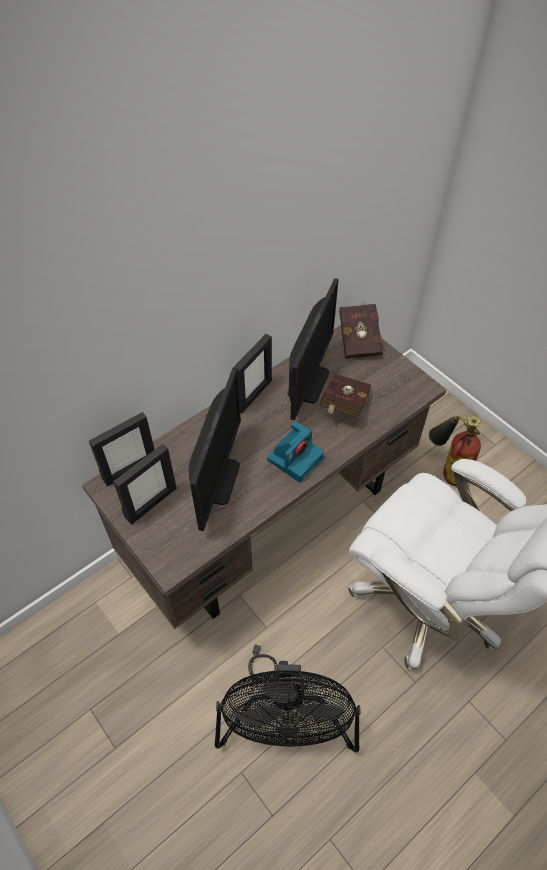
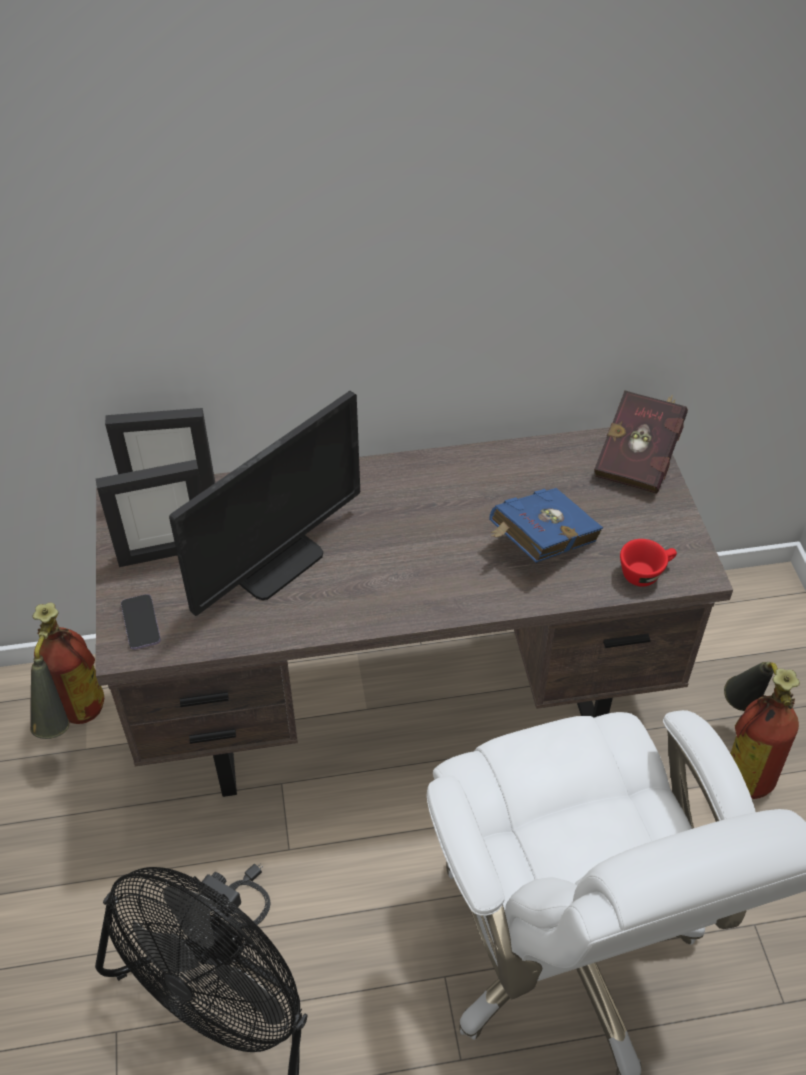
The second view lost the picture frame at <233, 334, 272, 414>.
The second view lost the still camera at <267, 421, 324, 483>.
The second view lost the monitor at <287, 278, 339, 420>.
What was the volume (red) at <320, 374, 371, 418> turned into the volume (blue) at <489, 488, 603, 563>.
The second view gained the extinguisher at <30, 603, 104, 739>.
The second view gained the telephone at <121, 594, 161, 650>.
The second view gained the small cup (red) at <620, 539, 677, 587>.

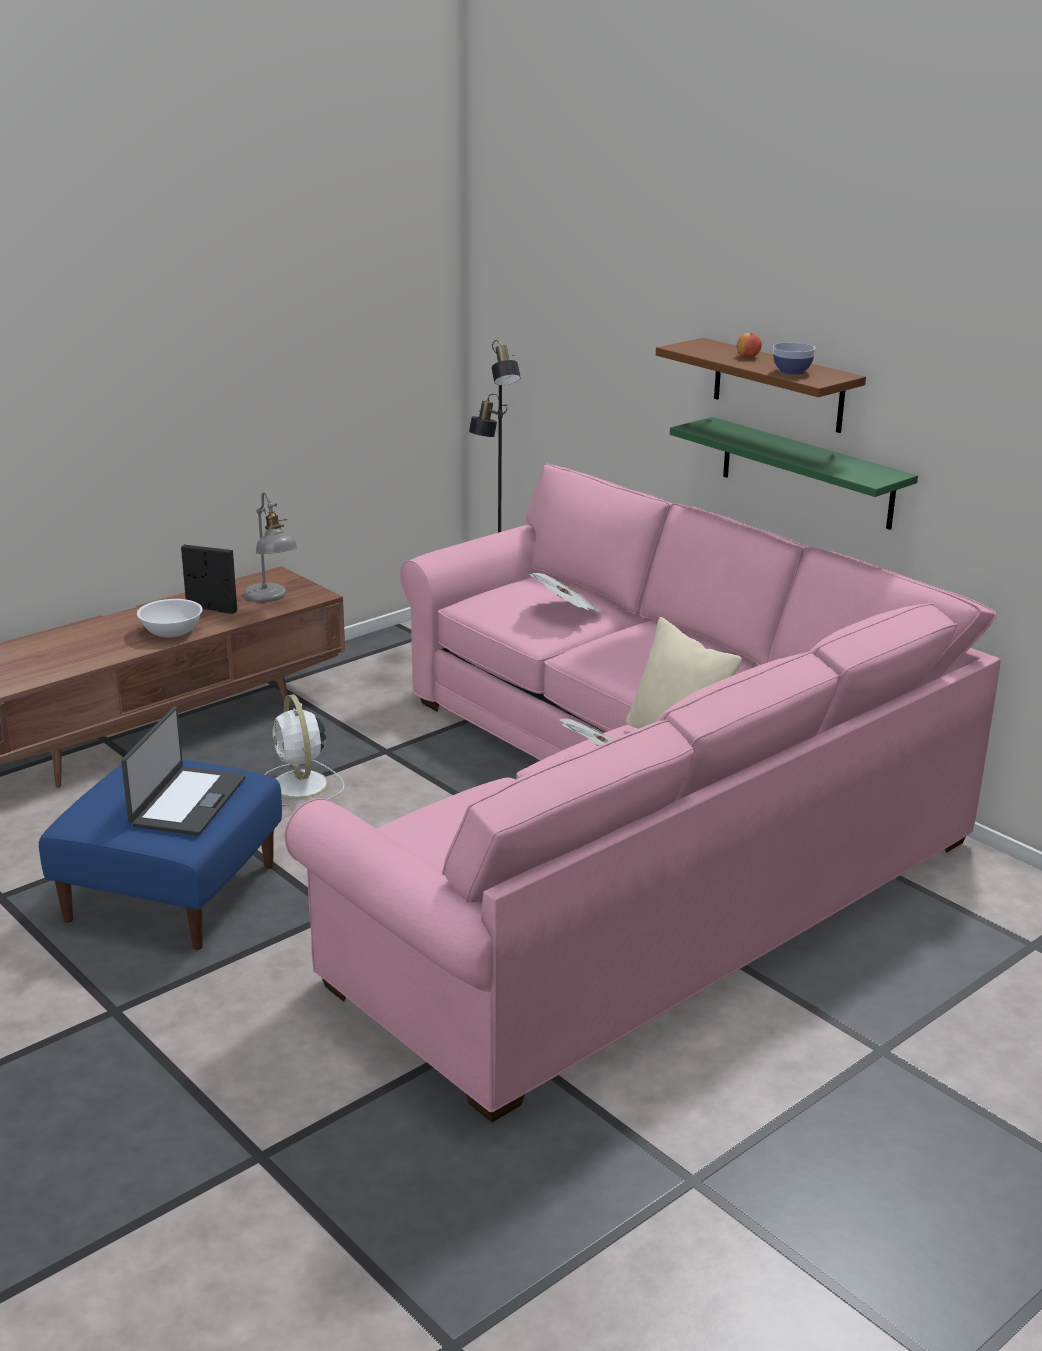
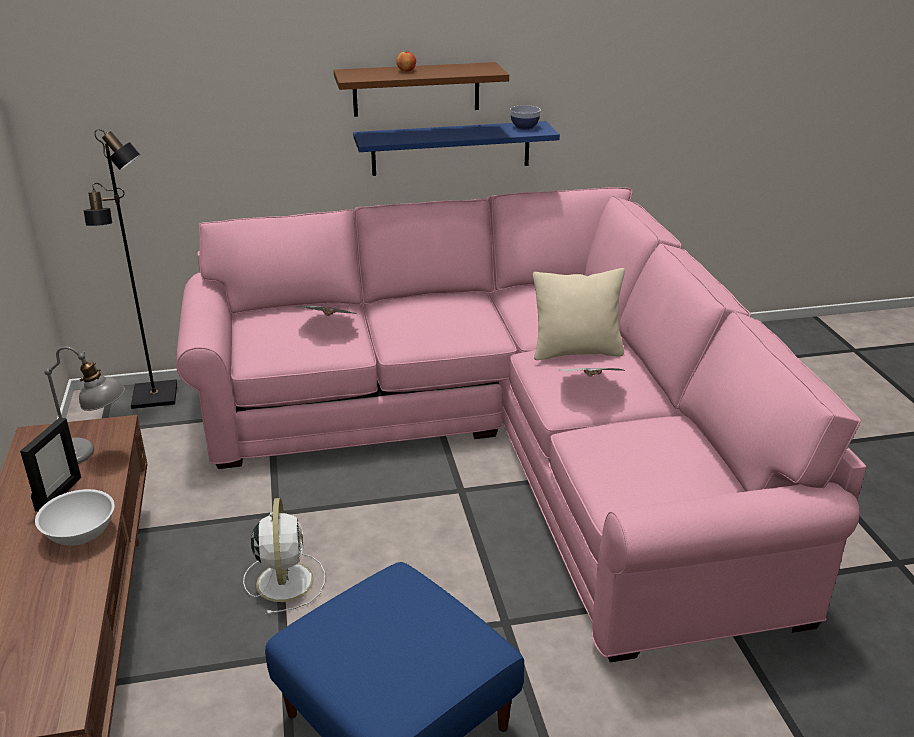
The second view lost the notebook computer at <121, 706, 246, 835>.
The picture frame at <181, 545, 237, 614> ended up facing another way, 150 degrees clockwise from before.
The electric fan (white-coloured) at <264, 694, 344, 806> ended up facing another way, 105 degrees counterclockwise from before.
What was the bracket shelf (green) at <670, 417, 918, 530> turned into the bracket shelf (blue) at <353, 121, 560, 176>.
The serving bowl ended up elsewhere, having gone from <773, 342, 815, 375> to <510, 105, 541, 130>.

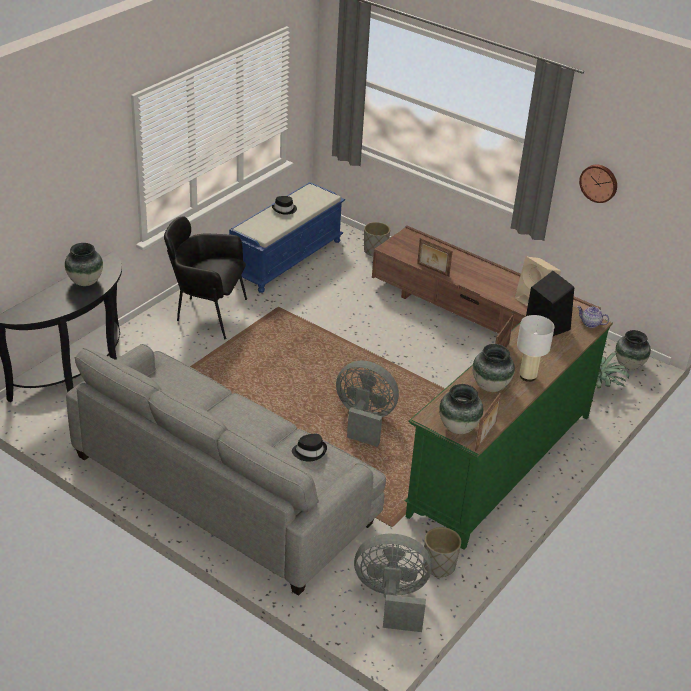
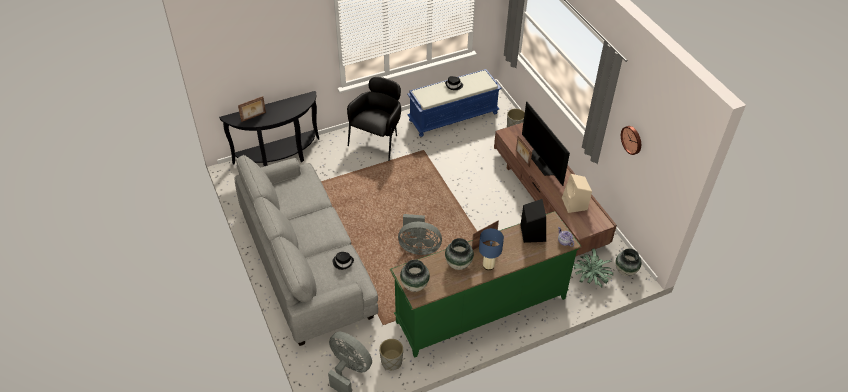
The second view lost the decorative vase at <65, 243, 103, 286>.
The lounge chair (blackish) at <164, 217, 247, 340> ended up facing another way, 75 degrees clockwise from before.
The electric fan (grey) at <336, 361, 399, 447> ended up facing another way, 135 degrees clockwise from before.
The picture frame ended up elsewhere, having gone from <475, 393, 501, 451> to <238, 96, 266, 122>.
What was the tabletop lamp (white-coloured) at <517, 315, 554, 382> turned into the tabletop lamp (blue) at <479, 228, 504, 270>.
The second view gained the TV set at <522, 101, 570, 186>.

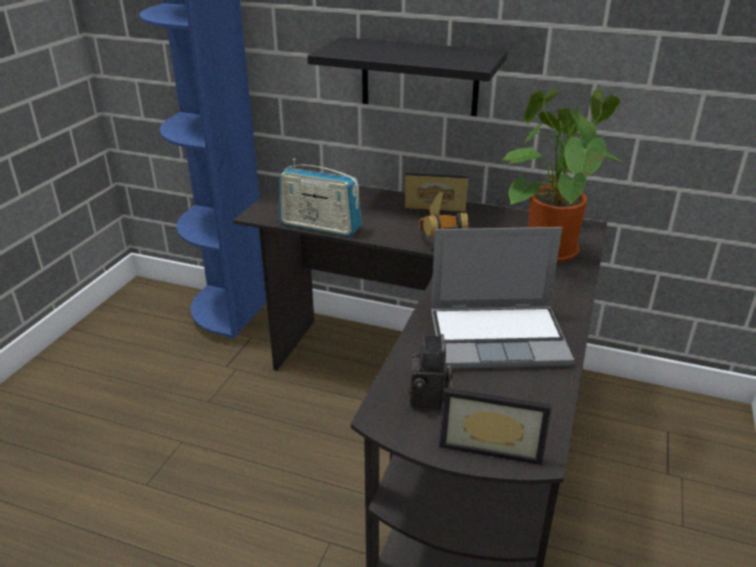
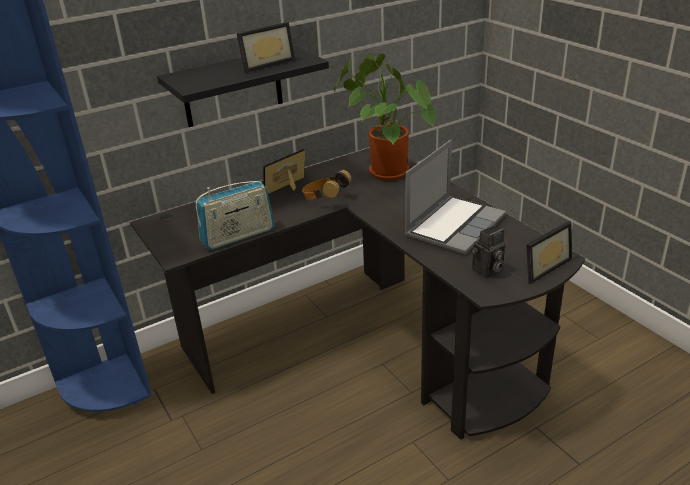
The still camera at <409, 334, 453, 410> ended up facing another way, 105 degrees clockwise from before.
The second view gained the picture frame at <237, 22, 295, 73>.

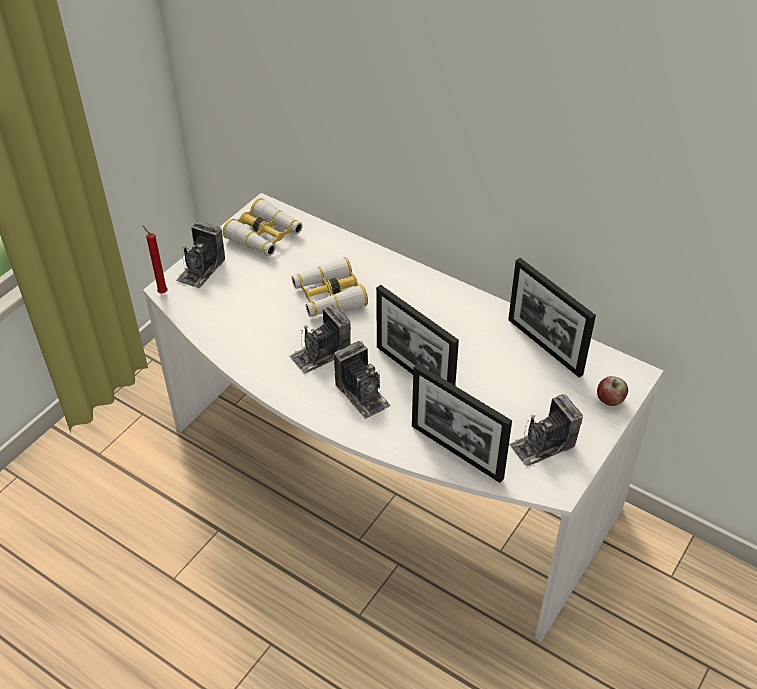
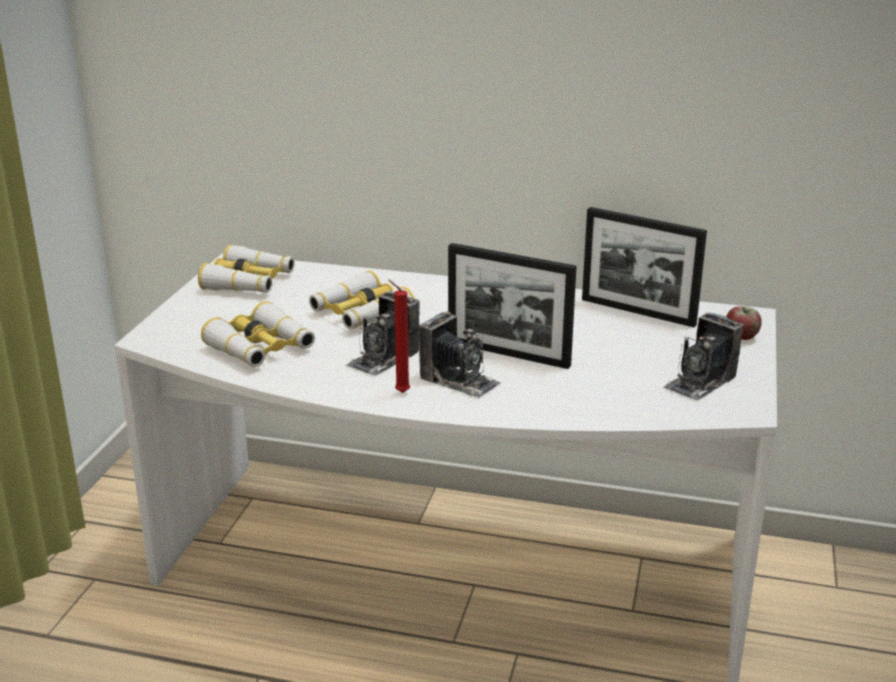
The candle (red) ended up elsewhere, having gone from <142, 225, 168, 293> to <388, 279, 410, 393>.
The second view lost the still camera at <176, 221, 225, 288>.
The second view lost the picture frame at <412, 364, 512, 483>.
The second view gained the field glasses at <201, 301, 315, 367>.

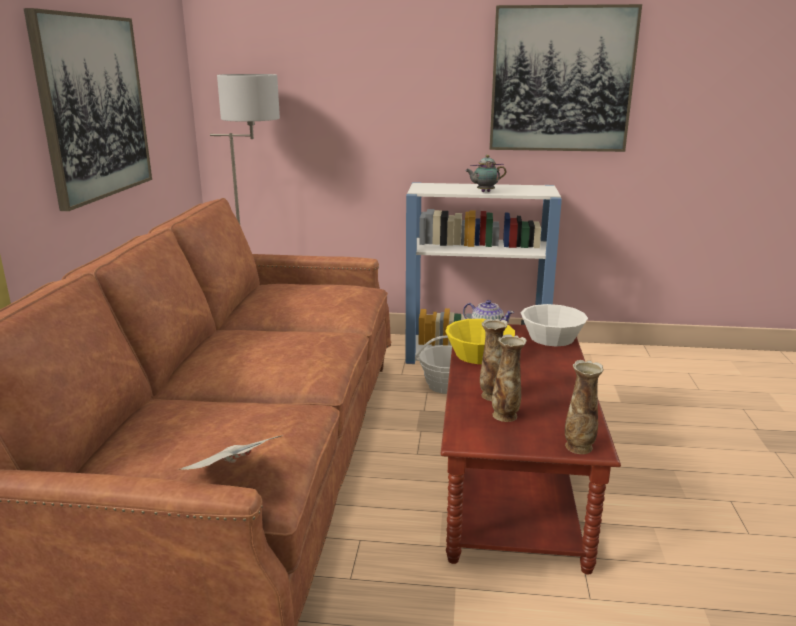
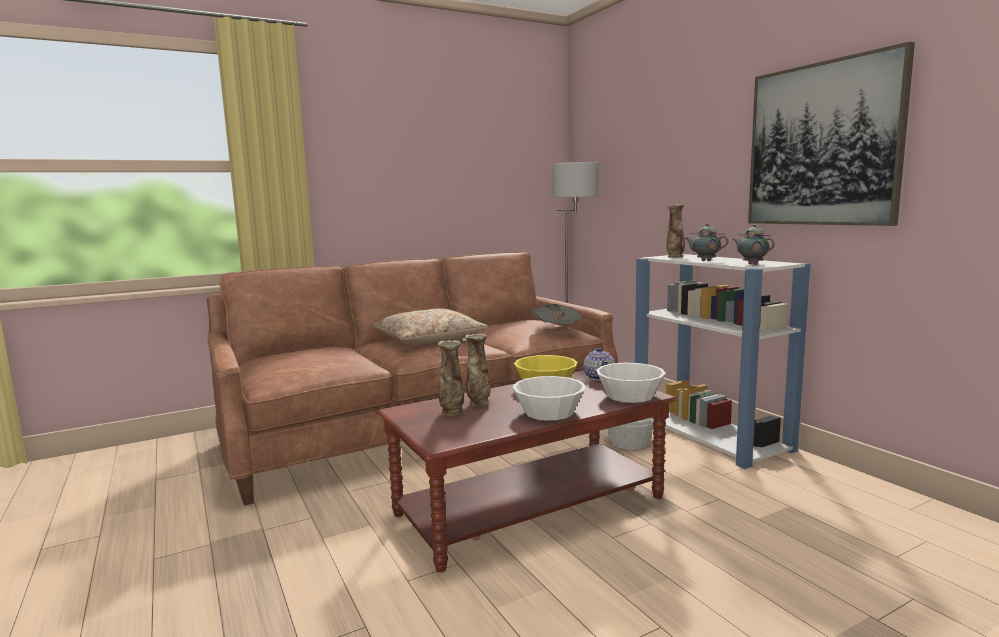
The second view lost the wall art at <24, 8, 152, 211>.
The daily paper ended up elsewhere, having gone from <179, 435, 283, 470> to <531, 304, 582, 325>.
The decorative vase ended up elsewhere, having gone from <565, 360, 604, 454> to <666, 204, 685, 258>.
The second view gained the cushion (sand-coloured) at <371, 308, 488, 345>.
The second view gained the serving bowl (white-coloured) at <512, 376, 586, 420>.
The second view gained the pot for tea at <733, 224, 775, 265>.

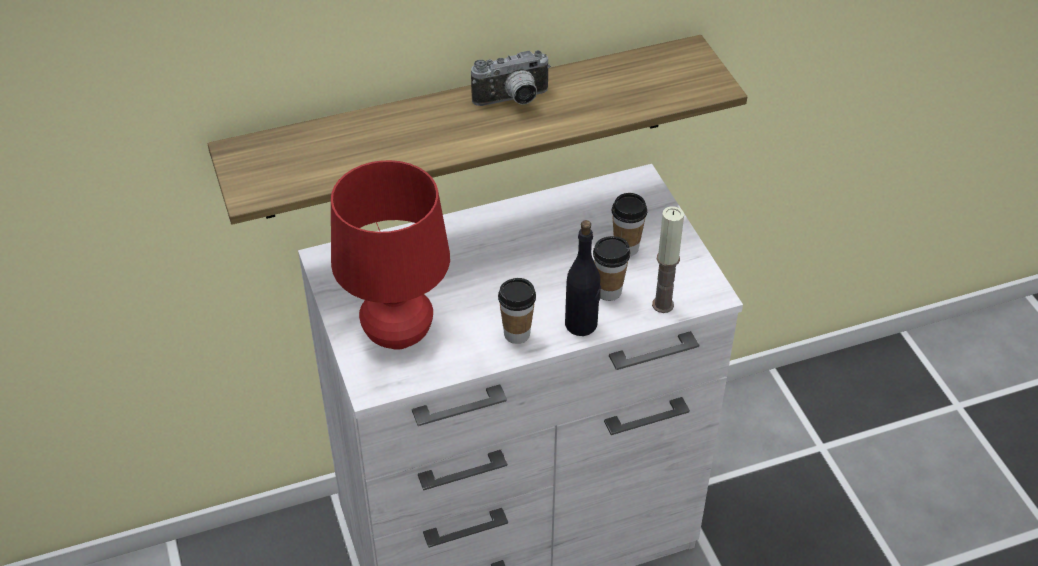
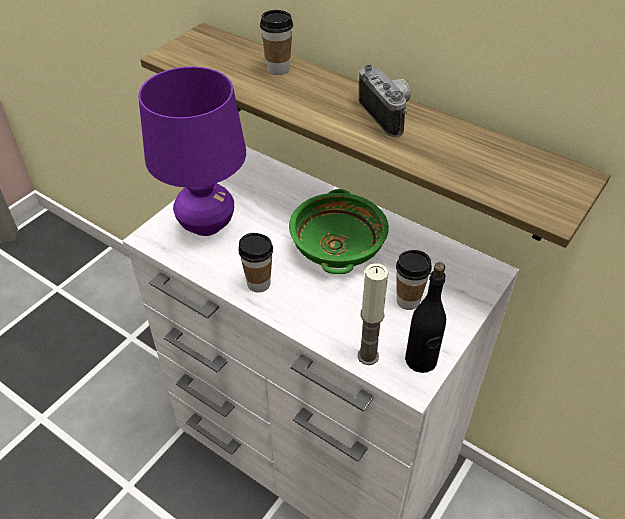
What was the tabletop lamp (red) at <331, 160, 450, 350> turned into the tabletop lamp (purplish) at <138, 66, 246, 236>.
The still camera at <471, 50, 551, 106> ended up facing another way, 150 degrees counterclockwise from before.
The bottle (blackish) ended up elsewhere, having gone from <565, 220, 601, 336> to <405, 262, 446, 373>.
The small cup ended up elsewhere, having gone from <593, 236, 630, 301> to <260, 10, 293, 75>.
The second view gained the serving bowl (green) at <289, 189, 389, 274>.

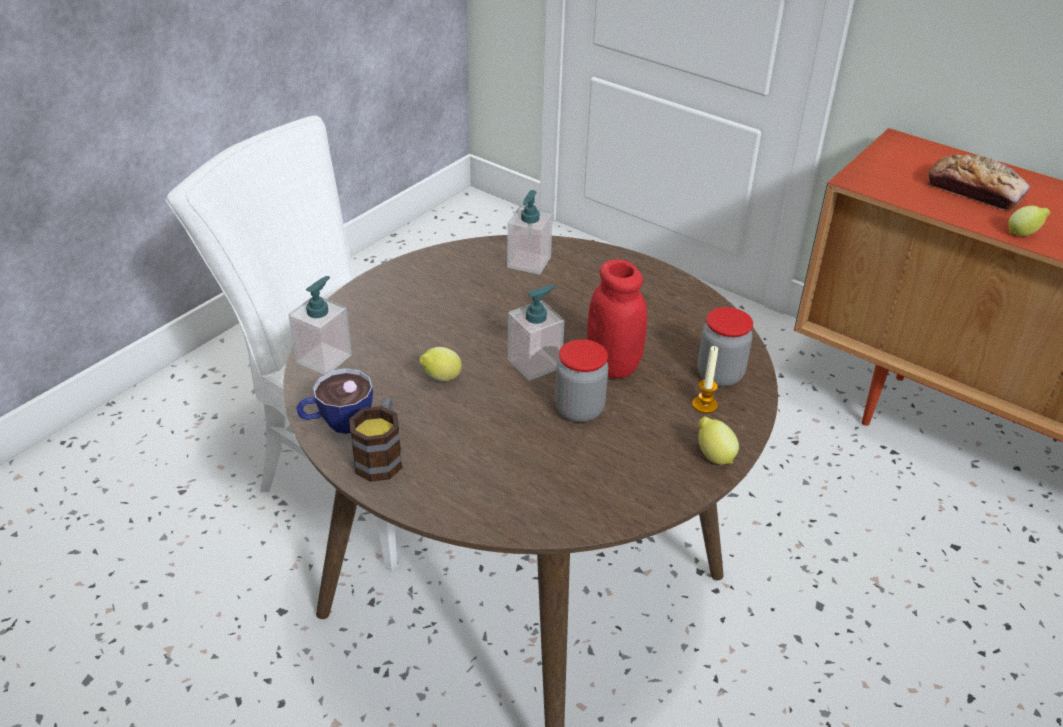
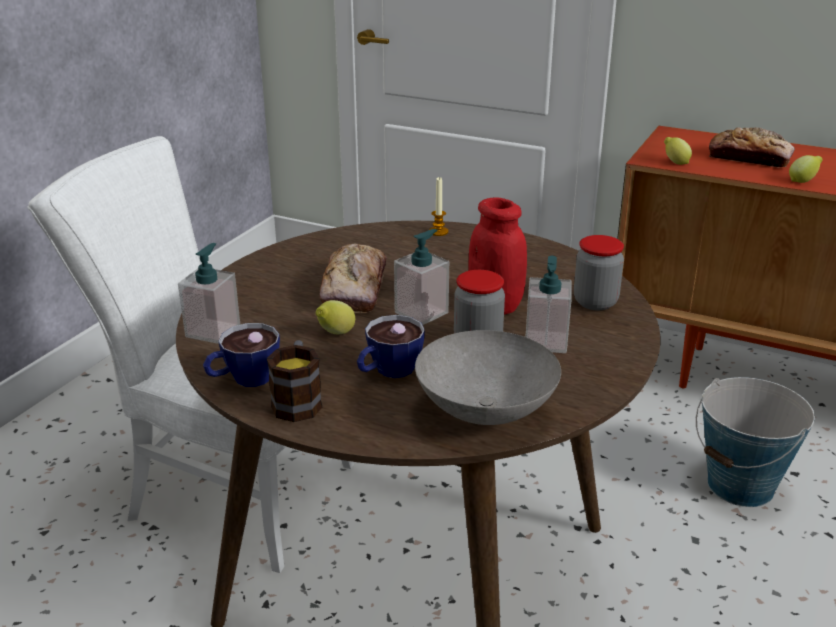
The liquid soap bottle ended up elsewhere, having gone from <507, 190, 553, 275> to <526, 256, 572, 353>.
The candle ended up elsewhere, having gone from <692, 346, 718, 414> to <429, 176, 448, 236>.
The lemon ended up elsewhere, having gone from <698, 416, 739, 465> to <664, 137, 692, 165>.
The second view gained the baked bread at <319, 243, 387, 313>.
The second view gained the small cup at <357, 315, 425, 378>.
The second view gained the serving bowl (grey) at <415, 330, 561, 425>.
The second view gained the pail at <696, 377, 815, 507>.

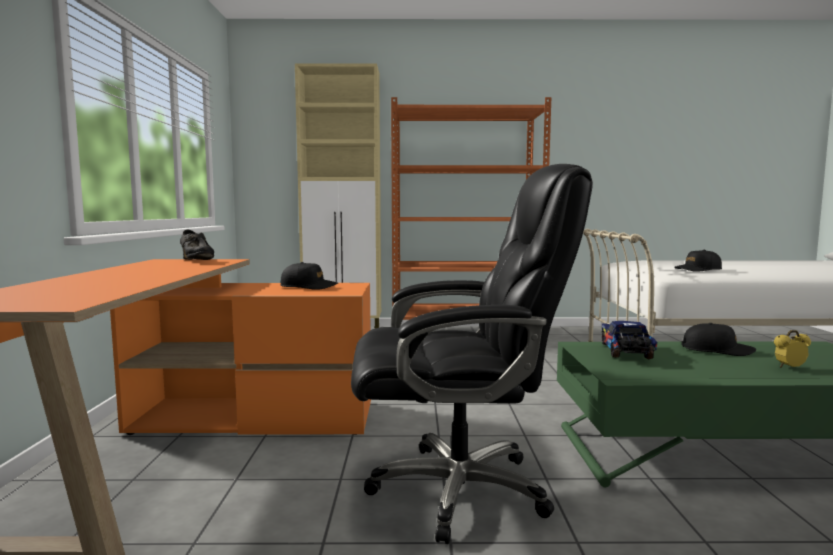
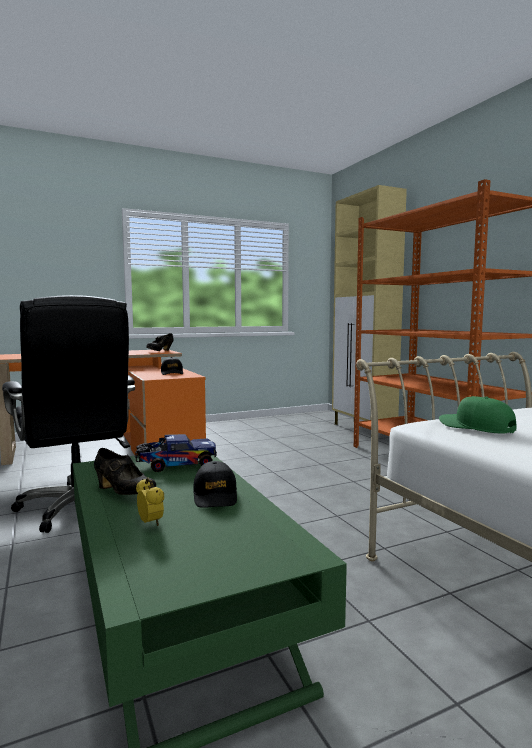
What was the cap (blackish) at <674, 250, 722, 272> turned into the cap (green) at <439, 396, 517, 433>.
The second view gained the shoe (blackish) at <94, 448, 156, 495>.

